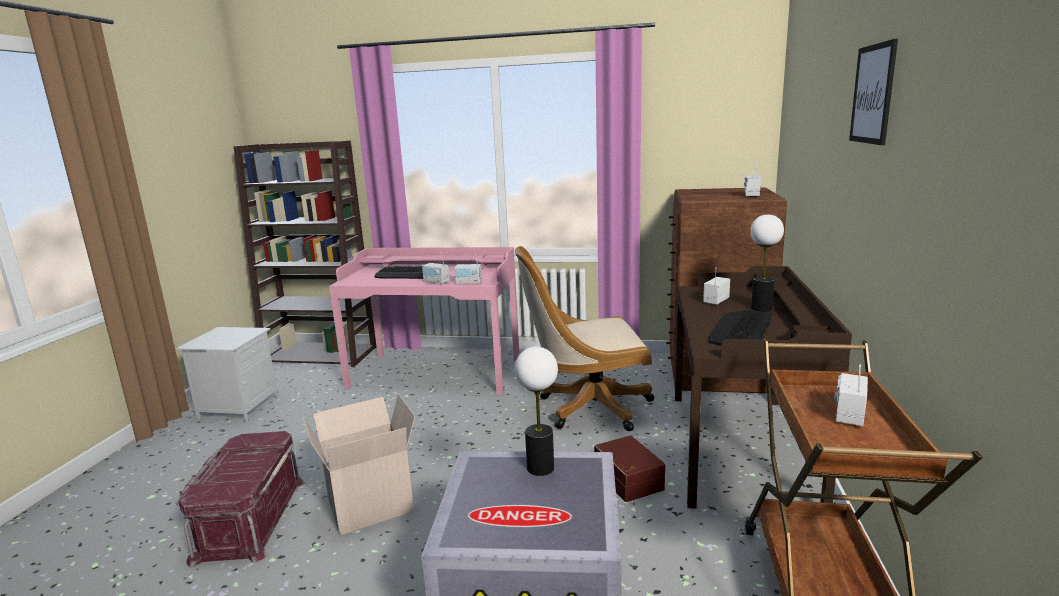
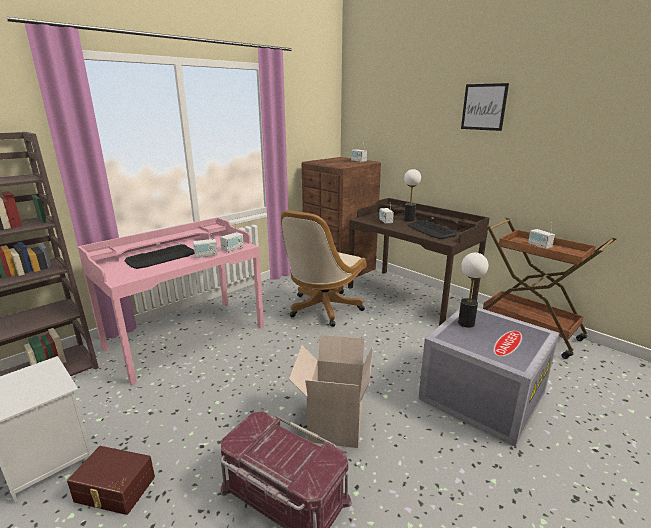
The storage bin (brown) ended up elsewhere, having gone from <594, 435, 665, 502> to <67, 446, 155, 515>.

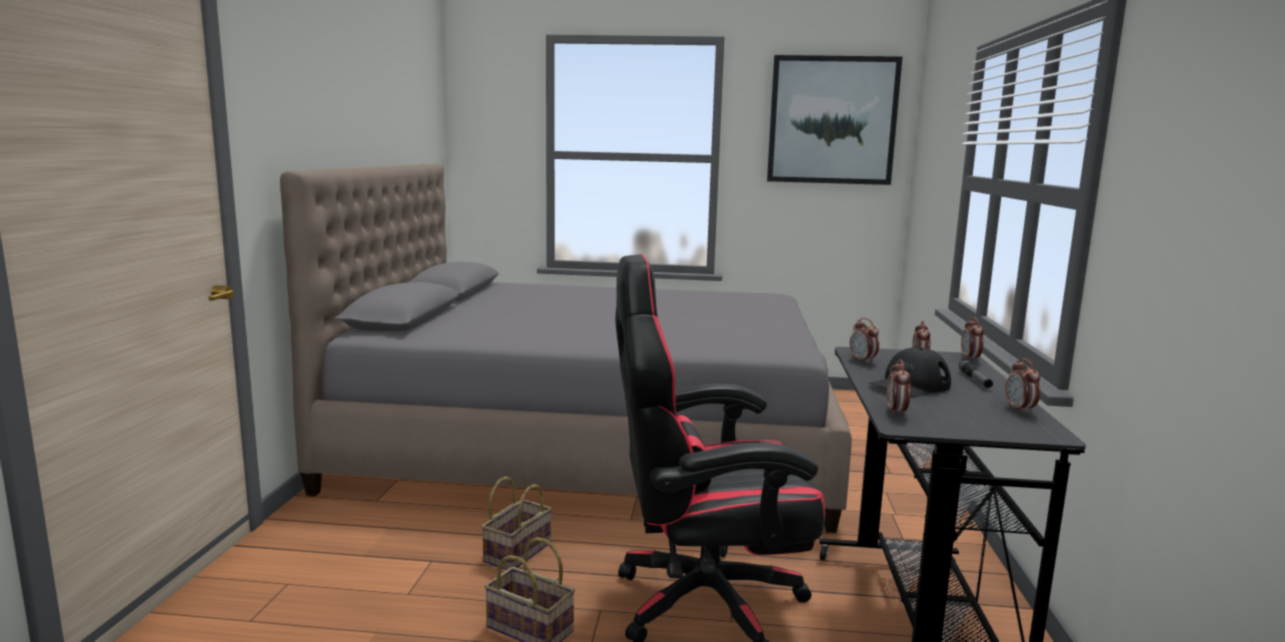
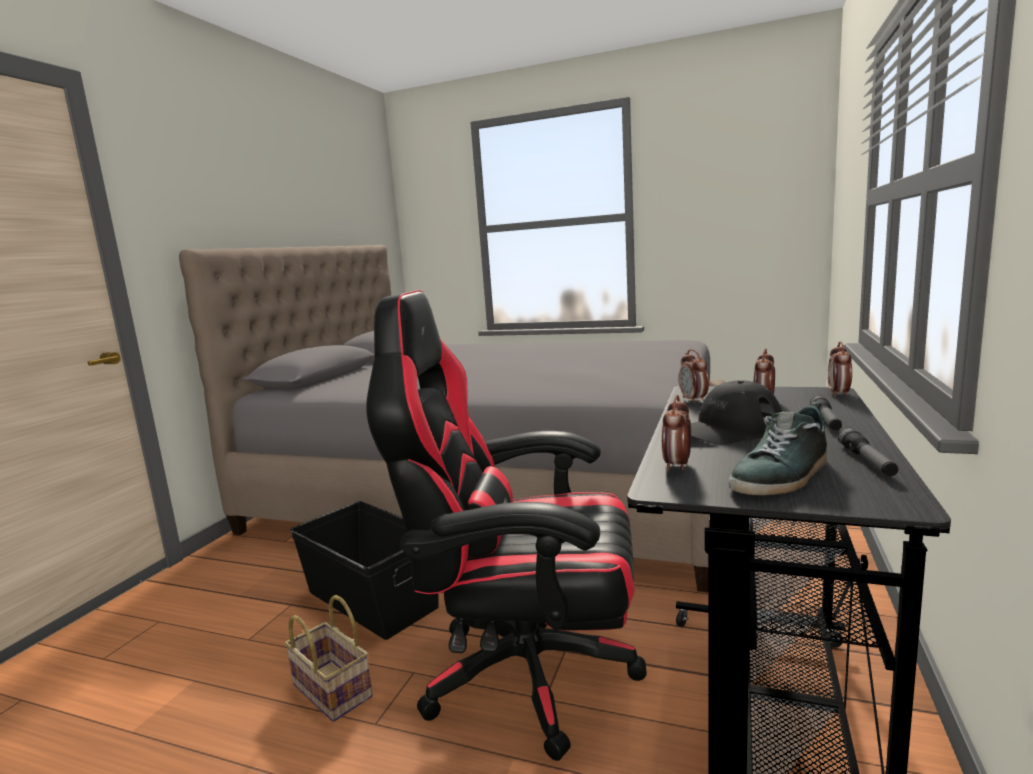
Where the basket stood at <481, 476, 552, 570>, the storage bin (blackish) came to stand at <290, 501, 438, 640>.
The second view lost the wall art at <767, 55, 902, 185>.
Where the bedside clock stood at <1005, 358, 1041, 414>, the torch came to stand at <837, 427, 899, 476>.
The second view gained the shoe at <728, 402, 827, 495>.

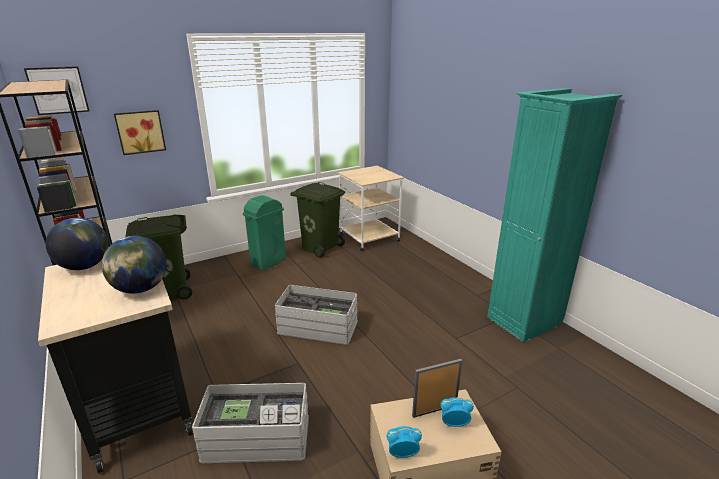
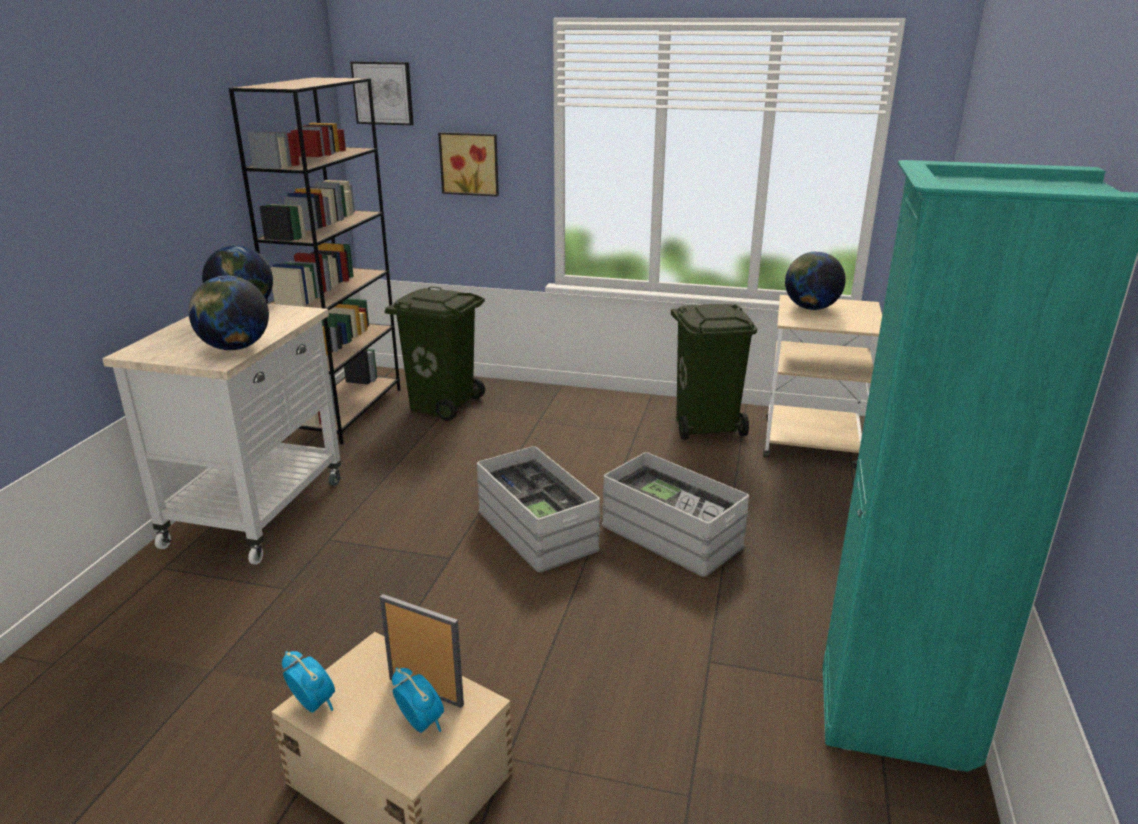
What was the trolley (blackish) at <38, 260, 193, 473> turned into the trolley (white-coloured) at <102, 304, 342, 565>.
The storage bin (grey) ended up elsewhere, having gone from <192, 383, 309, 463> to <602, 452, 749, 577>.
The second view lost the rubbish bin (green) at <243, 195, 286, 271>.
The second view gained the globe at <785, 251, 846, 310>.

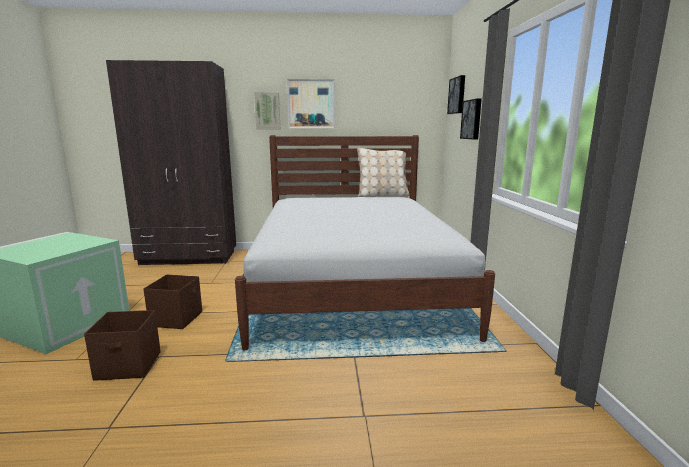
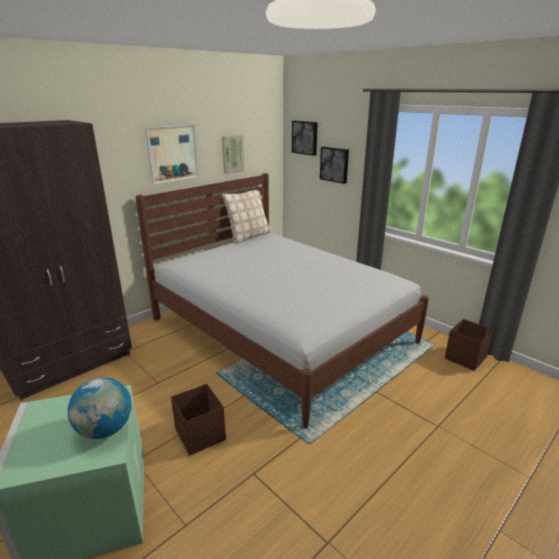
The storage bin (brown) ended up elsewhere, having gone from <84, 310, 161, 381> to <445, 319, 493, 371>.
The wall art ended up elsewhere, having gone from <254, 92, 280, 129> to <222, 135, 244, 174>.
The second view gained the globe at <68, 377, 132, 439>.

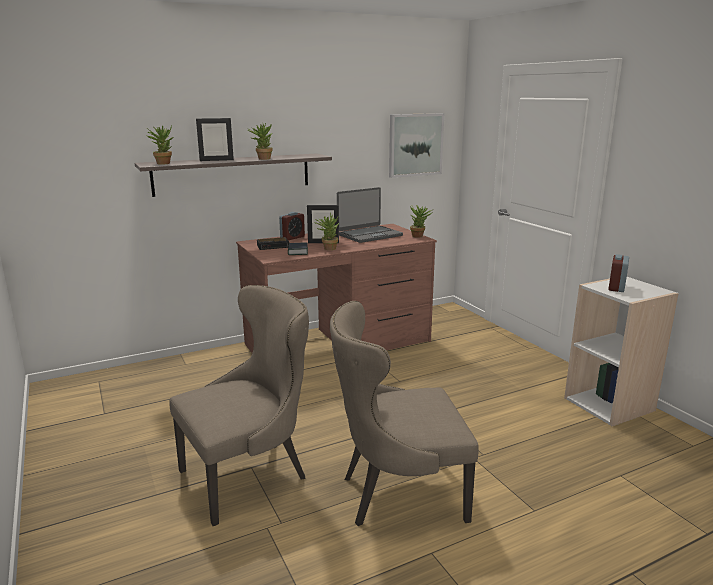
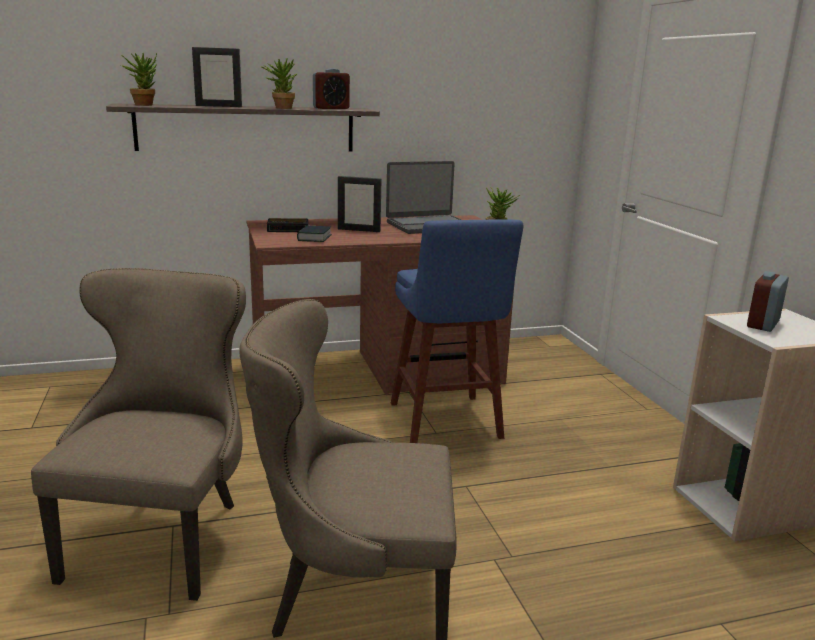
The upright chair (sand-coloured) at <169, 285, 309, 526> ended up facing another way, 60 degrees counterclockwise from before.
The bedside clock ended up elsewhere, having gone from <279, 212, 305, 241> to <313, 68, 350, 109>.
The second view lost the plant in a pot at <314, 212, 339, 250>.
The second view lost the wall art at <389, 113, 444, 178>.
The second view gained the sitting stool (blue) at <391, 219, 523, 443>.

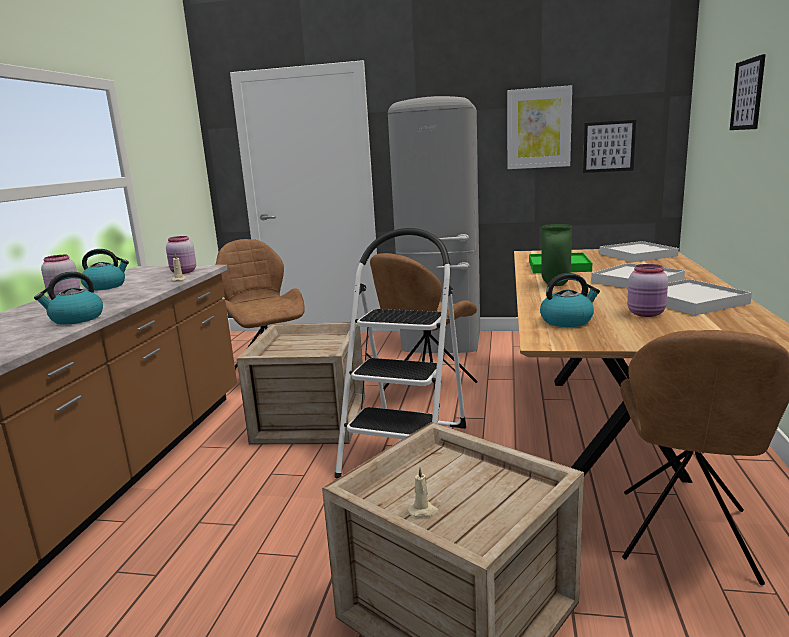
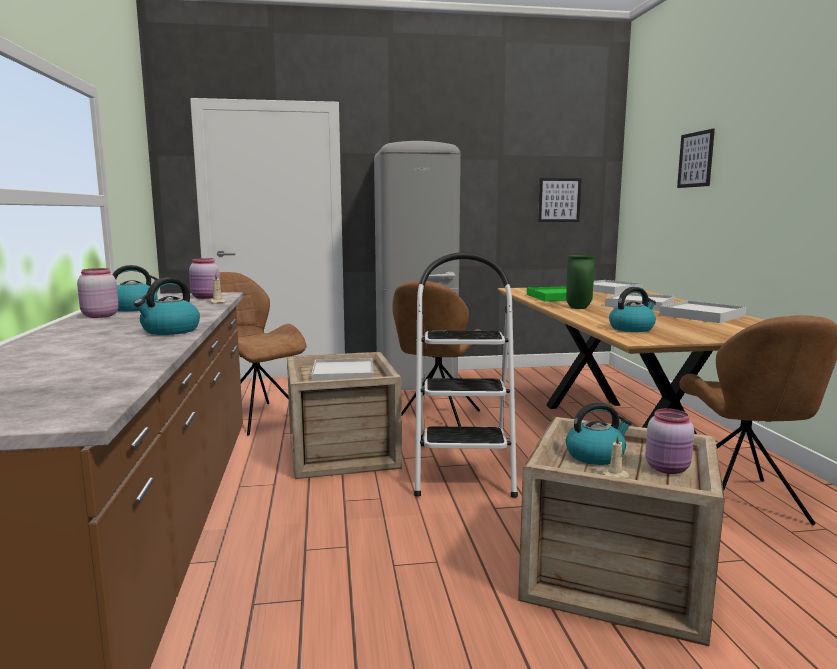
The second view lost the wall art at <507, 85, 572, 169>.
The storage jar (pinkish) ended up elsewhere, having gone from <627, 264, 668, 317> to <645, 408, 694, 474>.
The second view gained the serving tray (white-coloured) at <311, 358, 374, 381>.
The second view gained the tea kettle at <566, 403, 632, 465>.

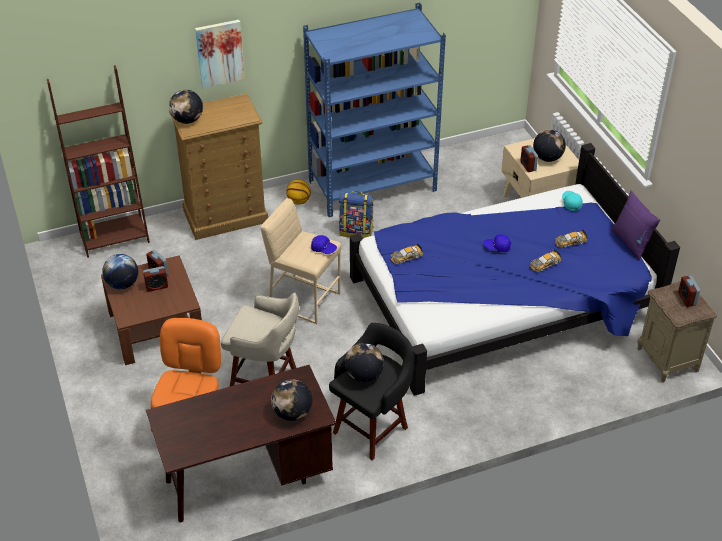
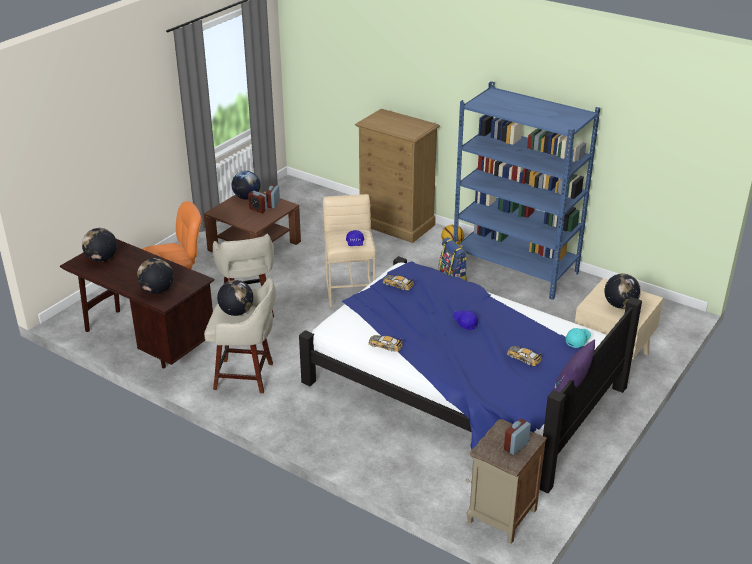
The second view lost the shelving unit (brown) at <47, 65, 150, 258>.
The globe ended up elsewhere, having gone from <169, 90, 203, 124> to <82, 228, 117, 262>.
The second view lost the wall art at <195, 20, 245, 88>.
What was the sitting stool (blackish) at <329, 323, 414, 461> turned into the sitting stool (sand-coloured) at <204, 278, 276, 393>.
The second view lost the bedside clock at <520, 145, 538, 172>.
The model car ended up elsewhere, having gone from <530, 249, 561, 272> to <369, 335, 403, 352>.

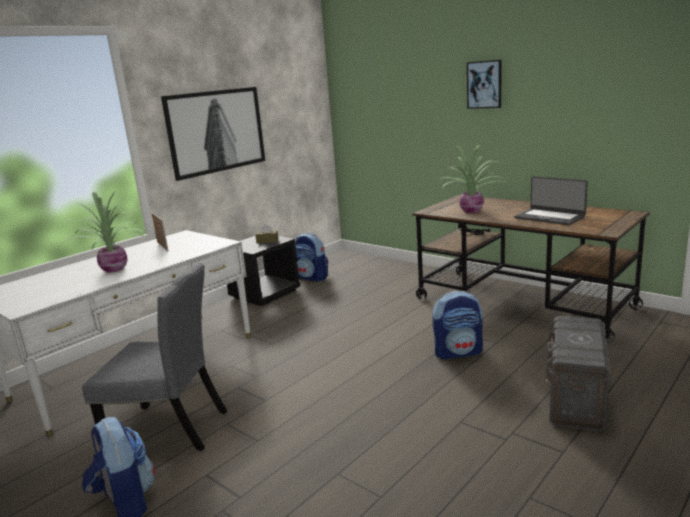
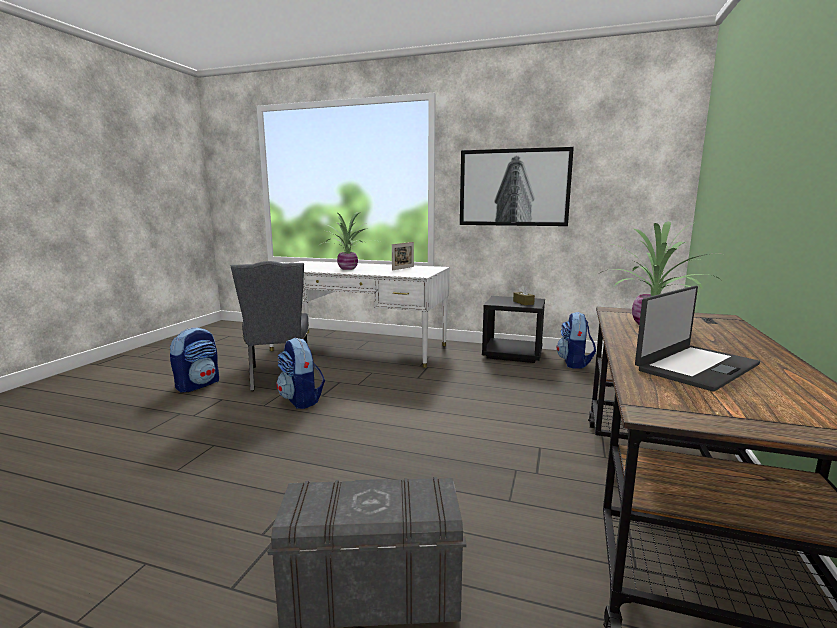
The knapsack ended up elsewhere, having gone from <432, 291, 483, 359> to <276, 338, 325, 409>.
The second view lost the wall art at <467, 60, 502, 109>.
The notebook computer at <514, 176, 588, 225> ended up facing another way, 150 degrees counterclockwise from before.

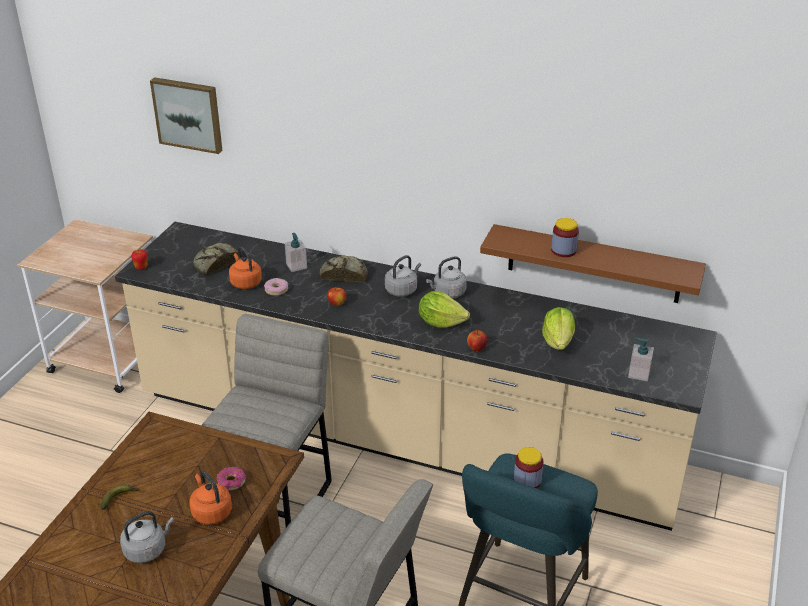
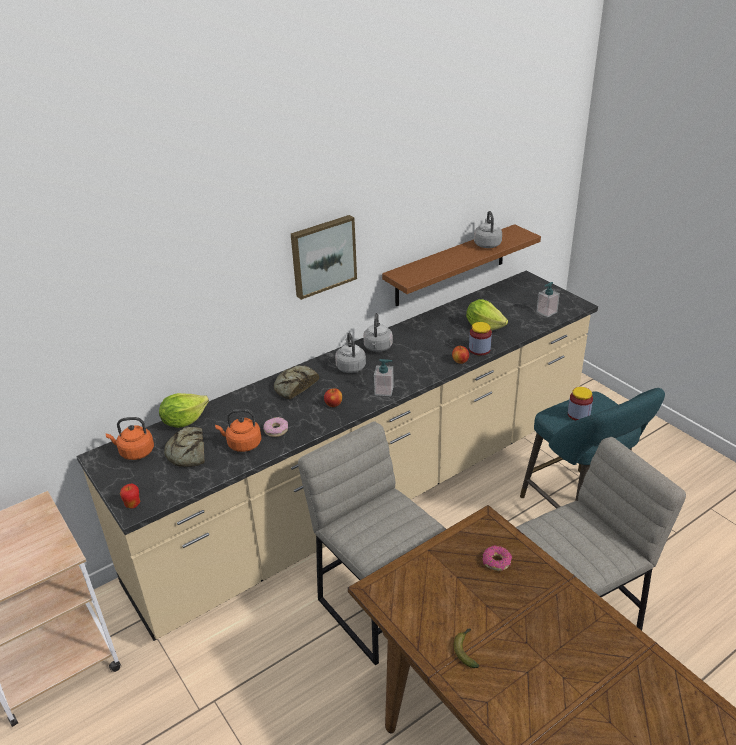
The tea kettle (grey) ended up elsewhere, having gone from <120, 511, 174, 563> to <474, 211, 502, 248>.
The wall art ended up elsewhere, having gone from <150, 77, 222, 154> to <291, 215, 357, 300>.
The tea kettle (orangey) ended up elsewhere, having gone from <190, 471, 232, 525> to <106, 417, 154, 460>.
The liquid soap bottle ended up elsewhere, having gone from <285, 233, 307, 272> to <374, 359, 394, 396>.
The head of lettuce ended up elsewhere, having gone from <419, 291, 470, 328> to <159, 393, 209, 428>.
The storage jar ended up elsewhere, having gone from <551, 218, 579, 257> to <469, 322, 492, 356>.

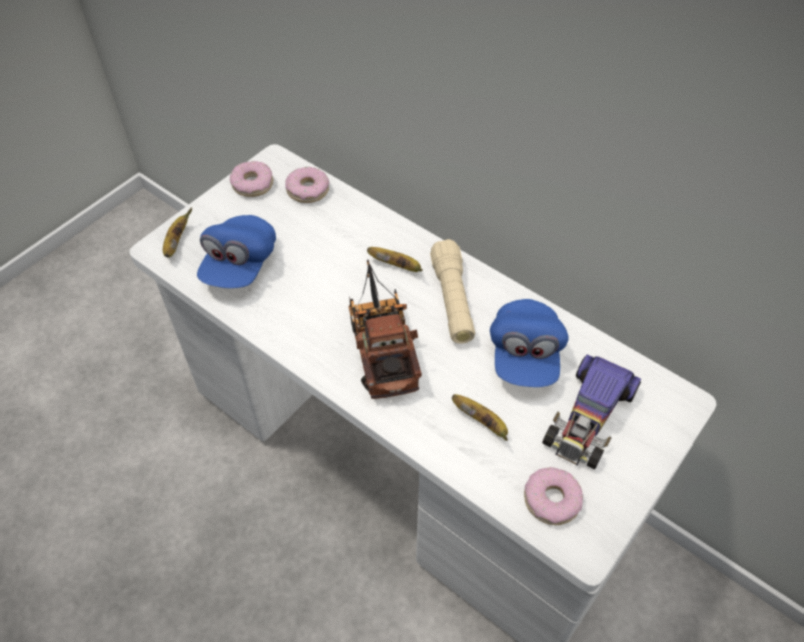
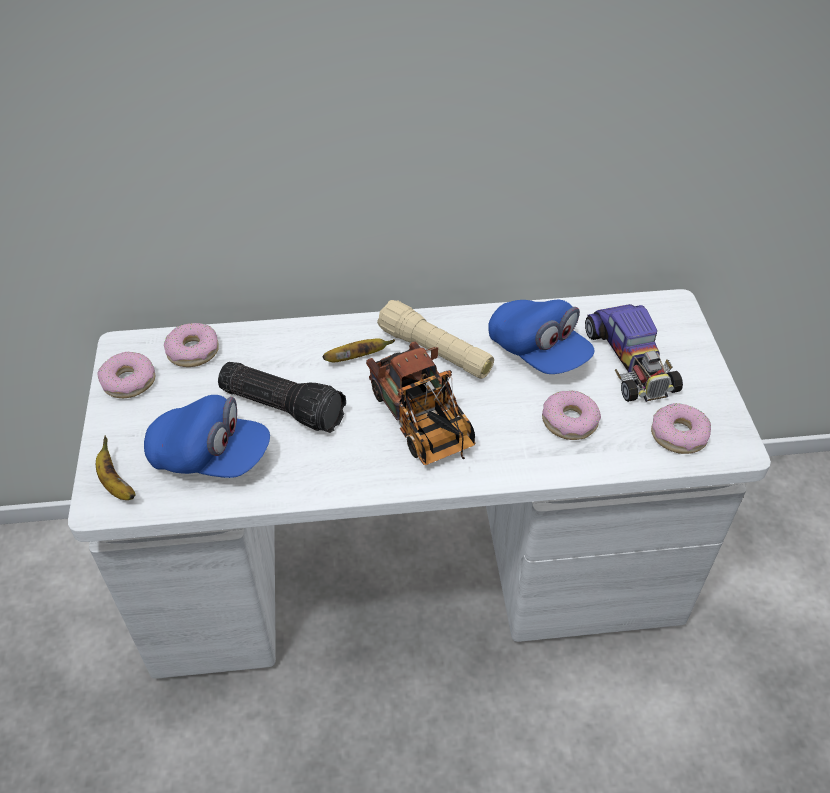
The cap (blue) at <197, 215, 276, 288> ended up facing another way, 45 degrees counterclockwise from before.
The toy lorry at <348, 260, 422, 399> ended up facing another way, 150 degrees counterclockwise from before.
Where the banana fruit stood at <452, 394, 508, 441>, the donut came to stand at <542, 391, 601, 440>.
The second view gained the torch at <218, 362, 346, 433>.

